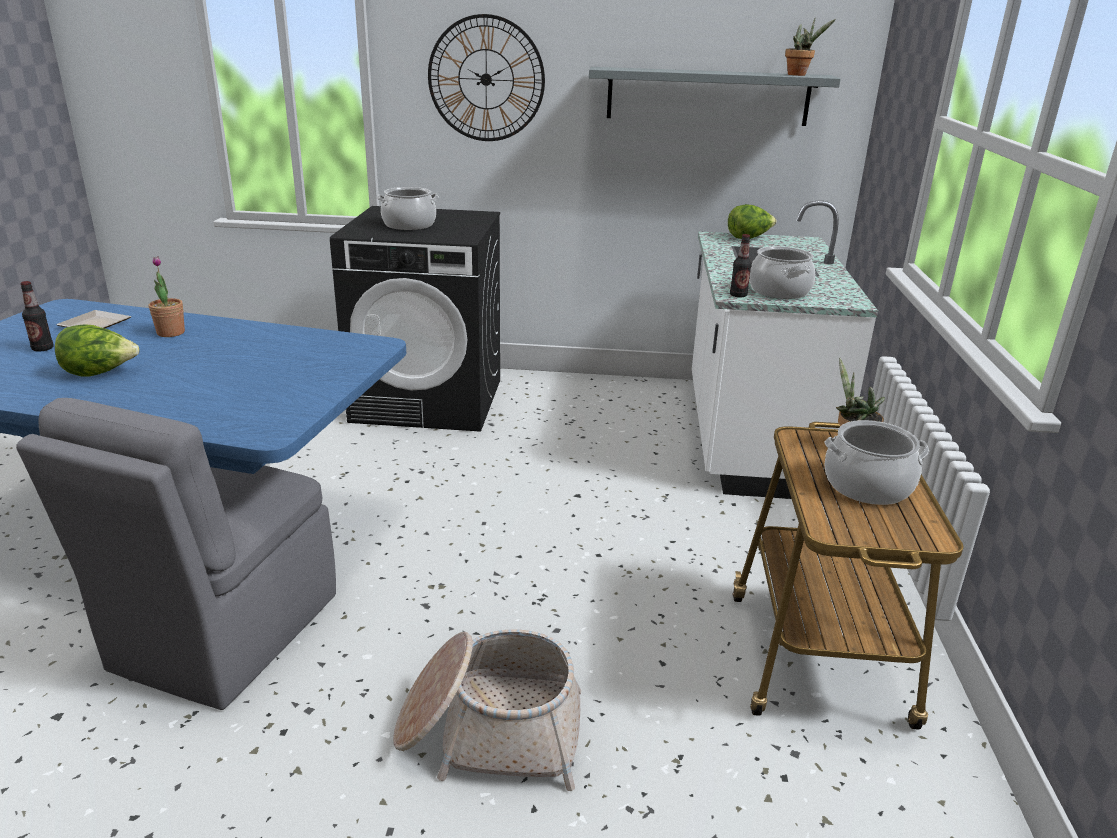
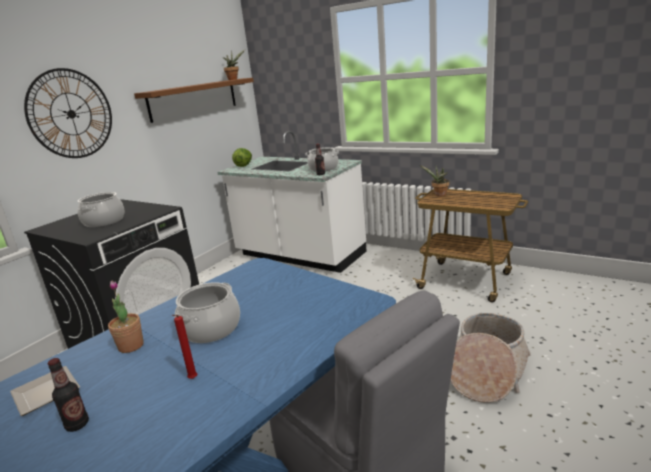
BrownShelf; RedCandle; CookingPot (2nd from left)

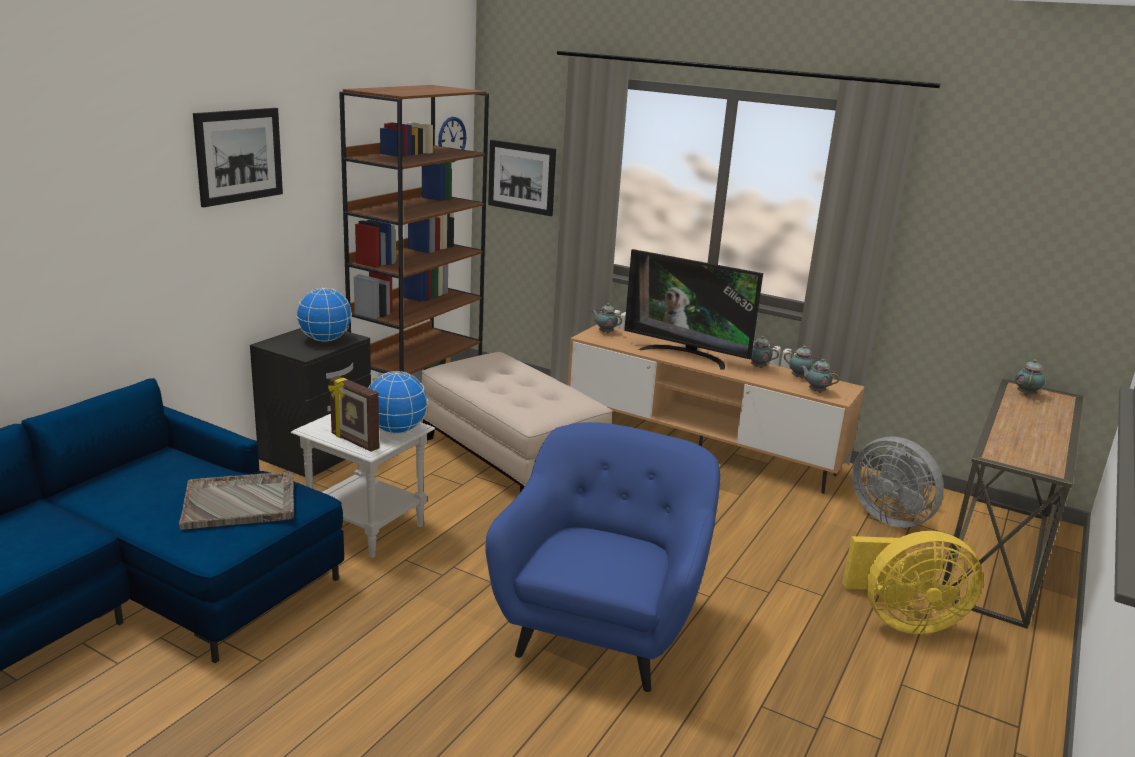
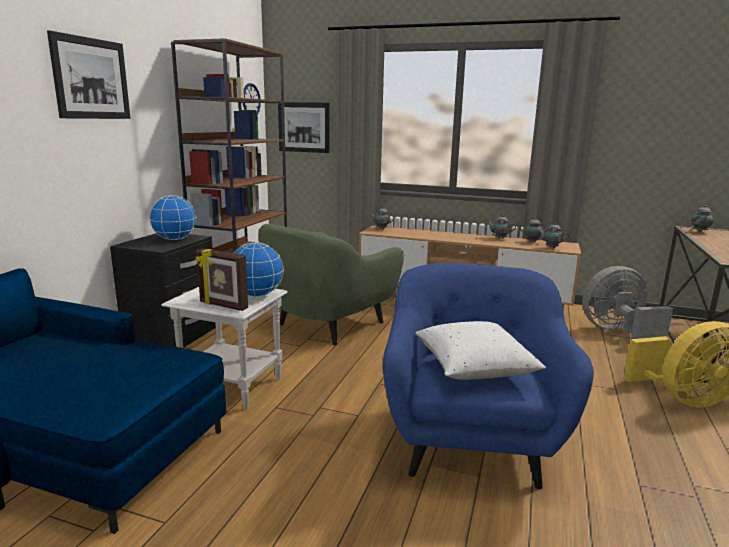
Television; GreenArmchair; GreyFan; GreyTray; WhitePillow

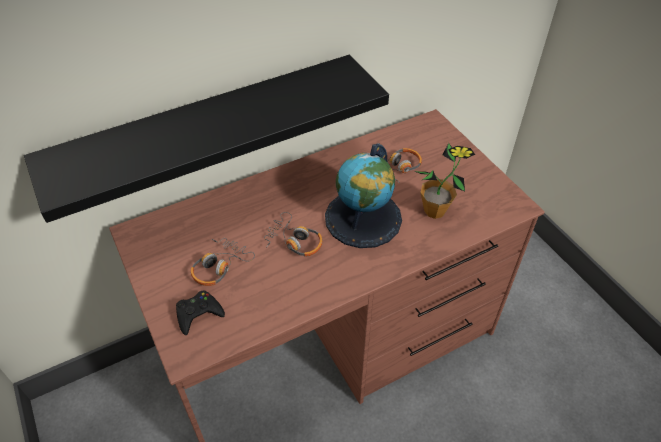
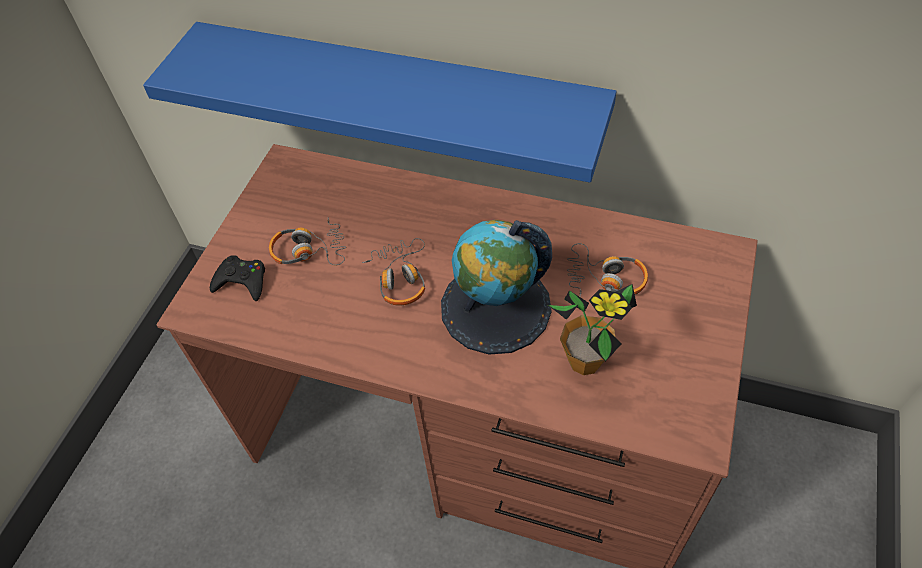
BlueShelf

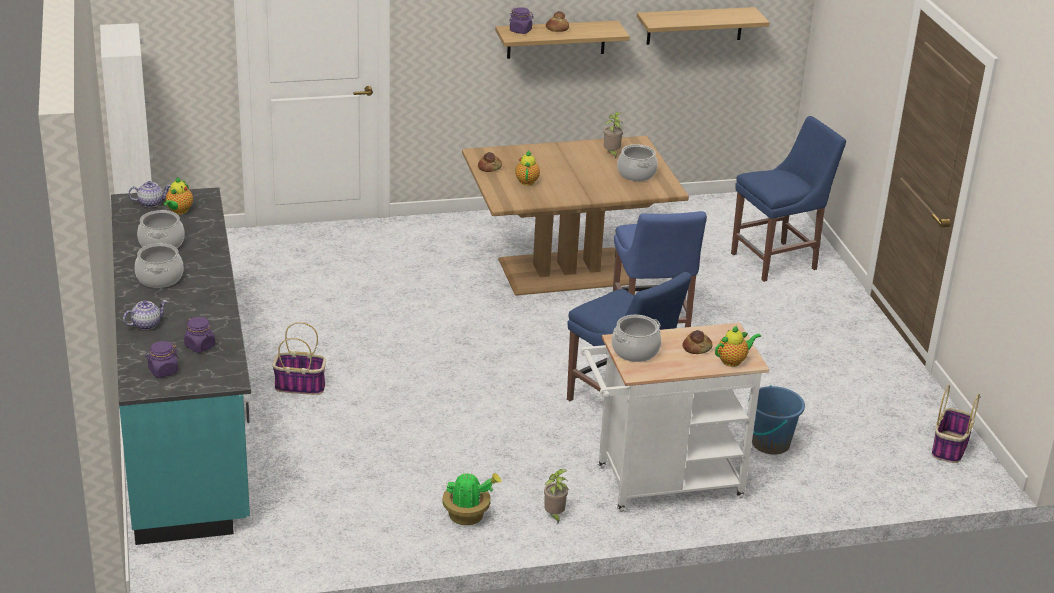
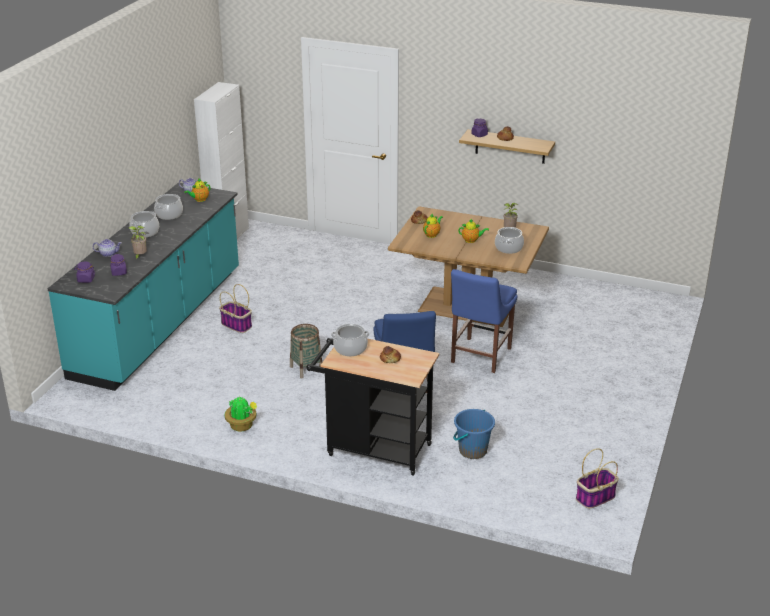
Shelf (2nd from left in the first image); BlueChair (3rd from left in the first image); BlackCart; Teapot (5th from left); PottedPlant (1st from left); Basket (2nd from left)

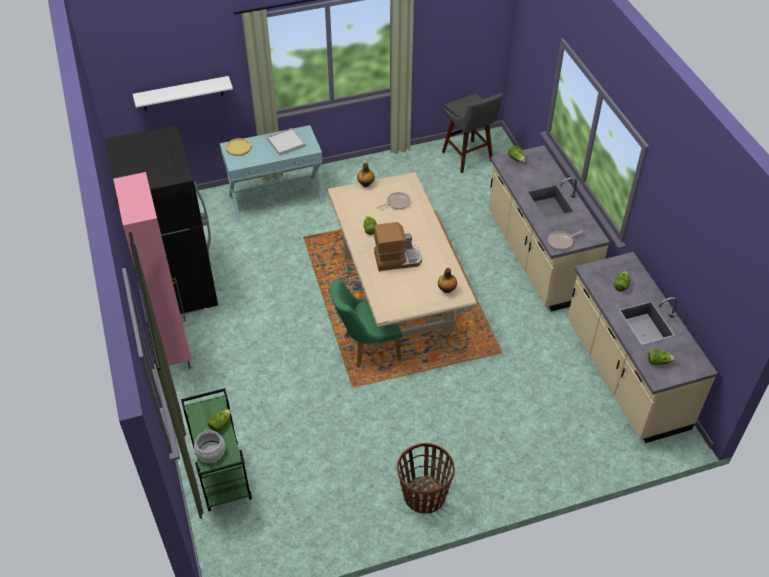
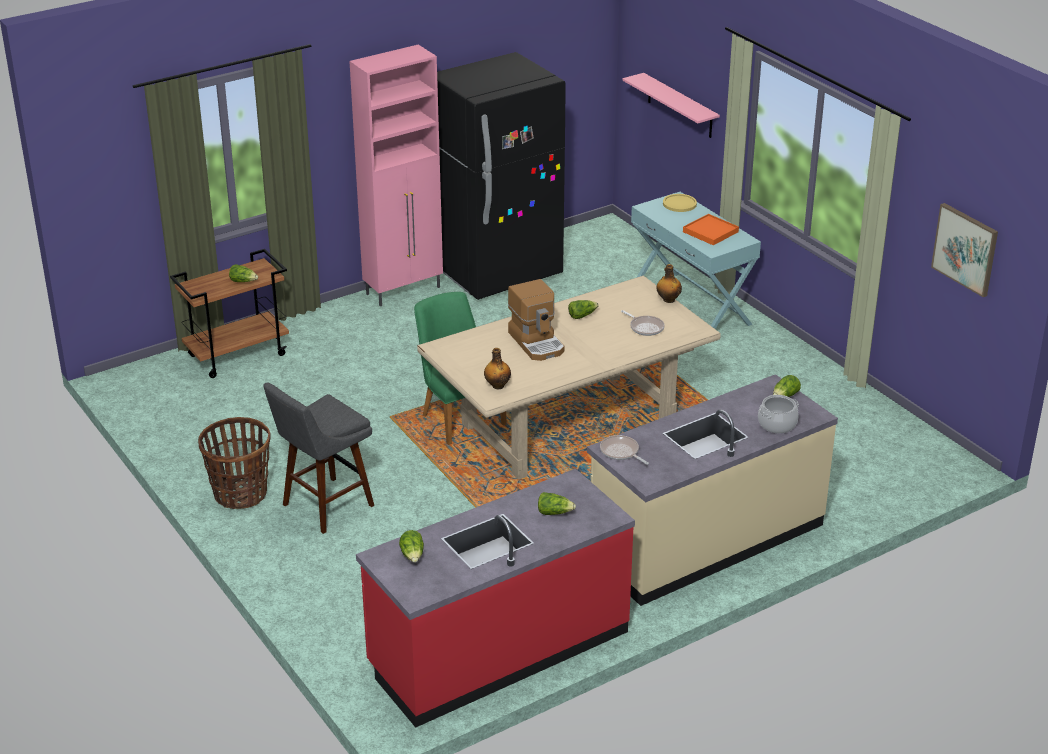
PinkShelf; GreyStool; OrangeTray; RedCounter; BrownCart; CookingPot; Picture

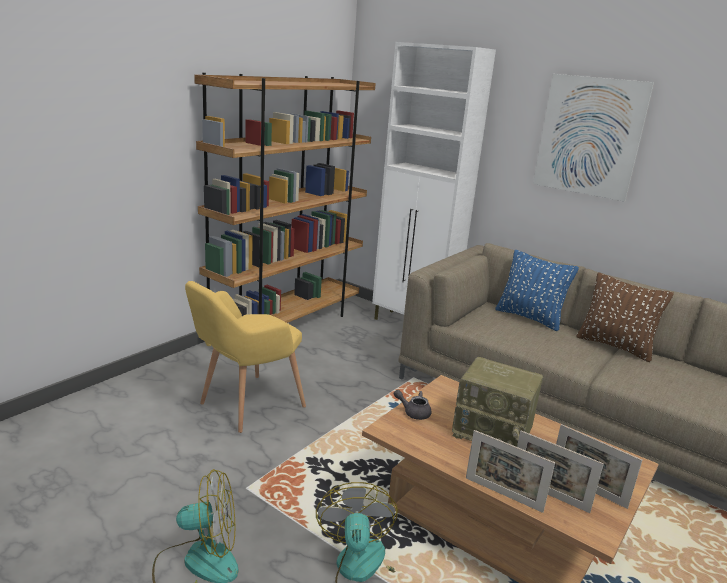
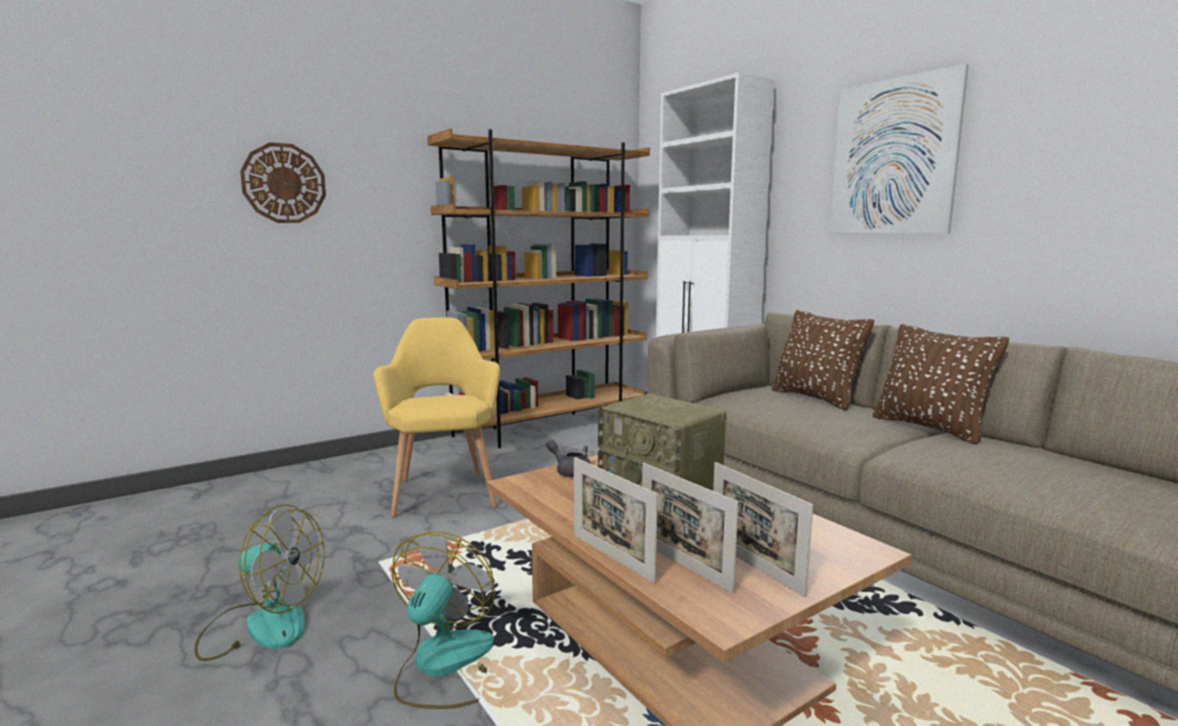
BrownPillow (1st from left); YellowArmchair; WallClock

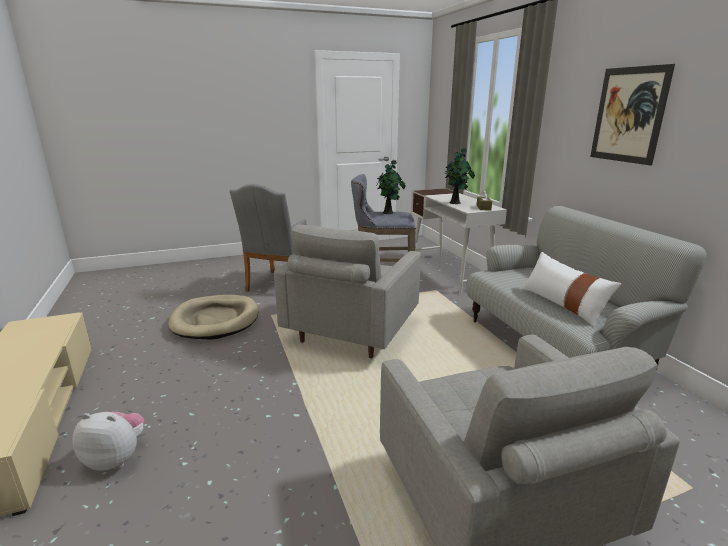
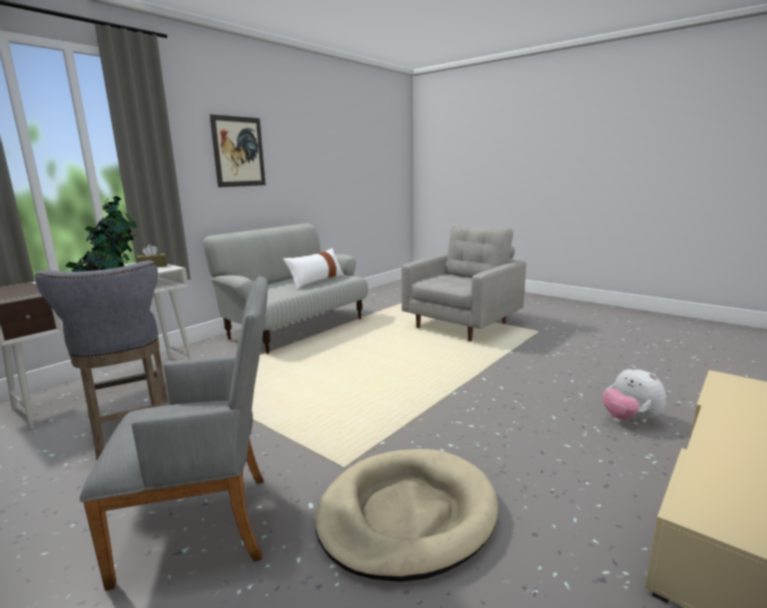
GreyArmchair (2nd from left in the first image)

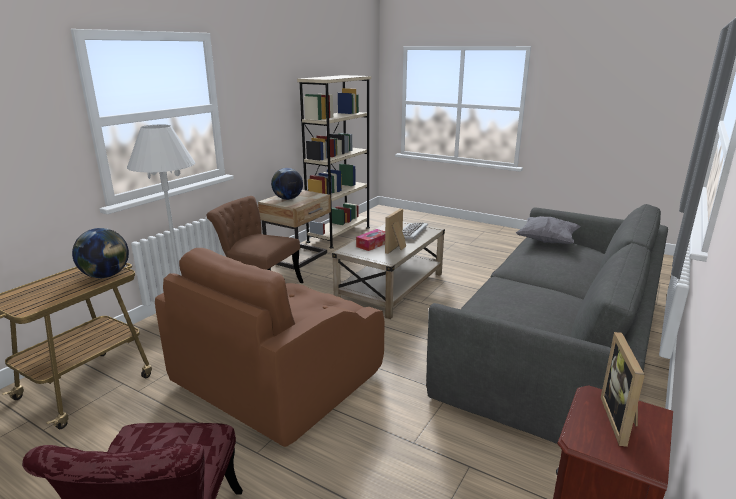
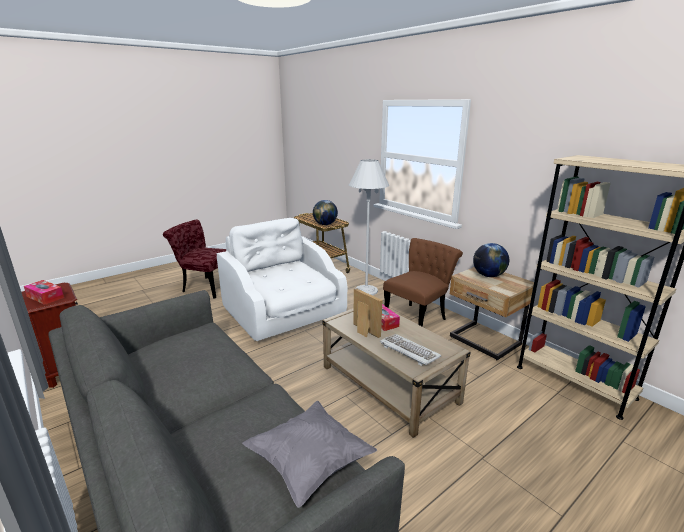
WhiteArmchair; TissueBox (1st from left)

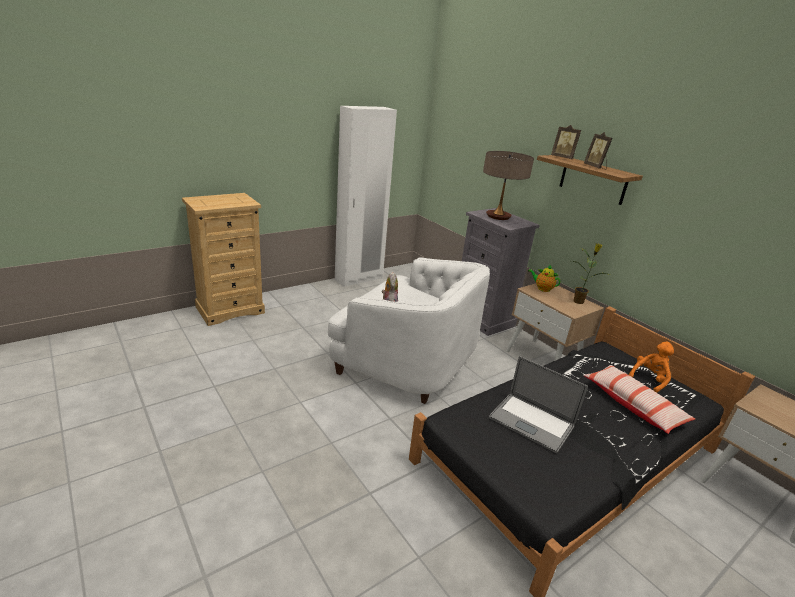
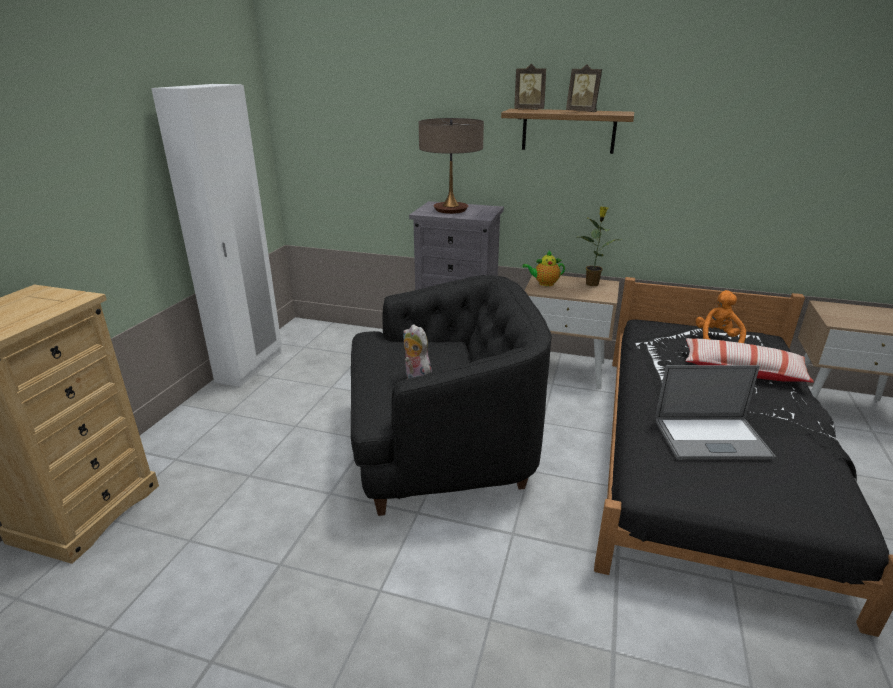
BlackArmchair

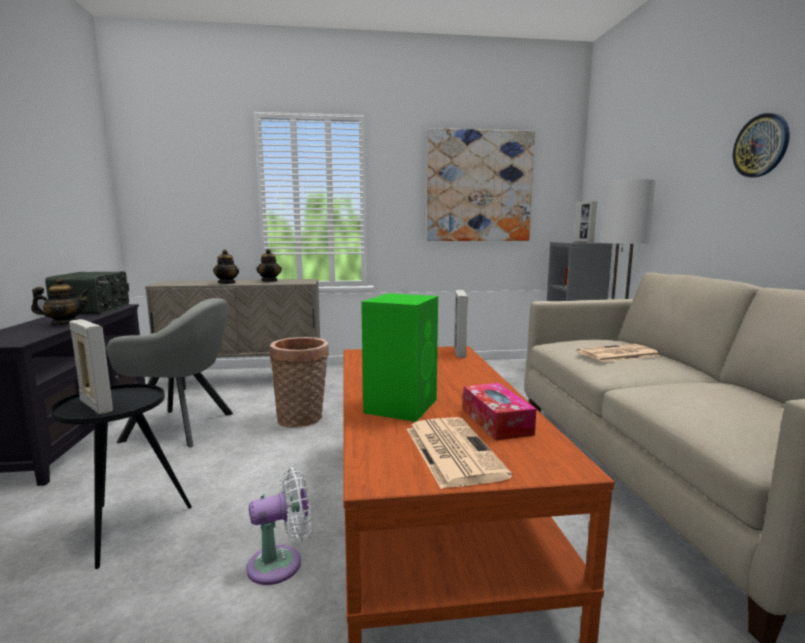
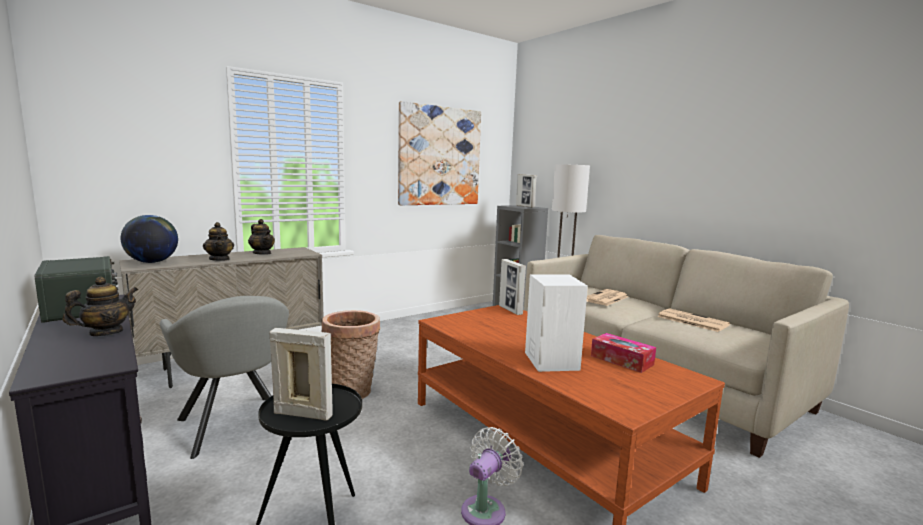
WallClock; WhiteSpeaker; GreyArmchair; Newspaper (2nd from left); Globe

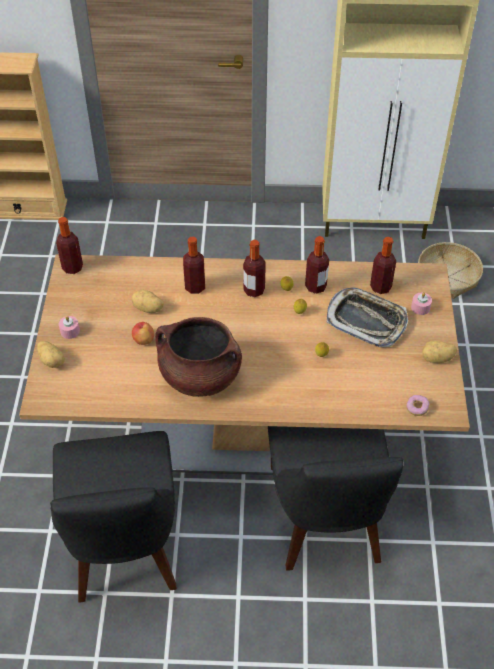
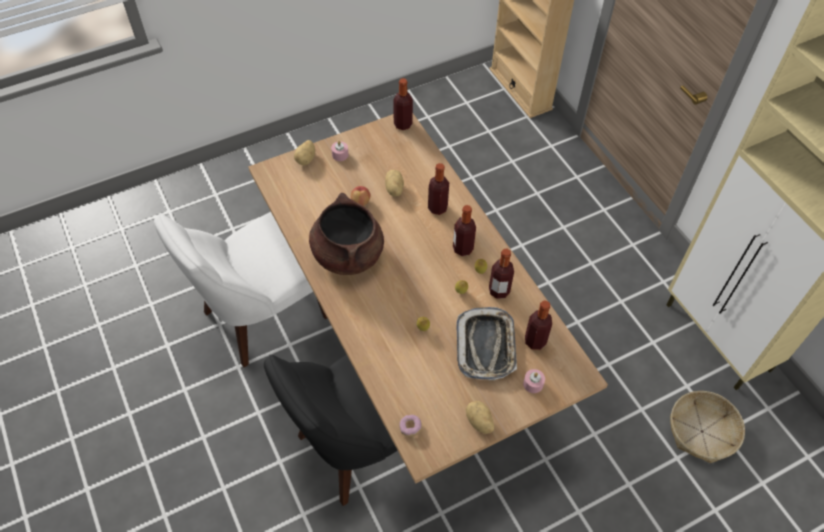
WhiteChair

